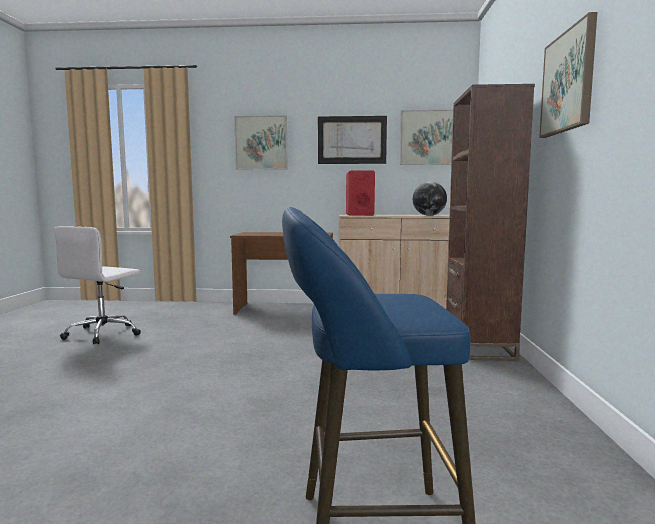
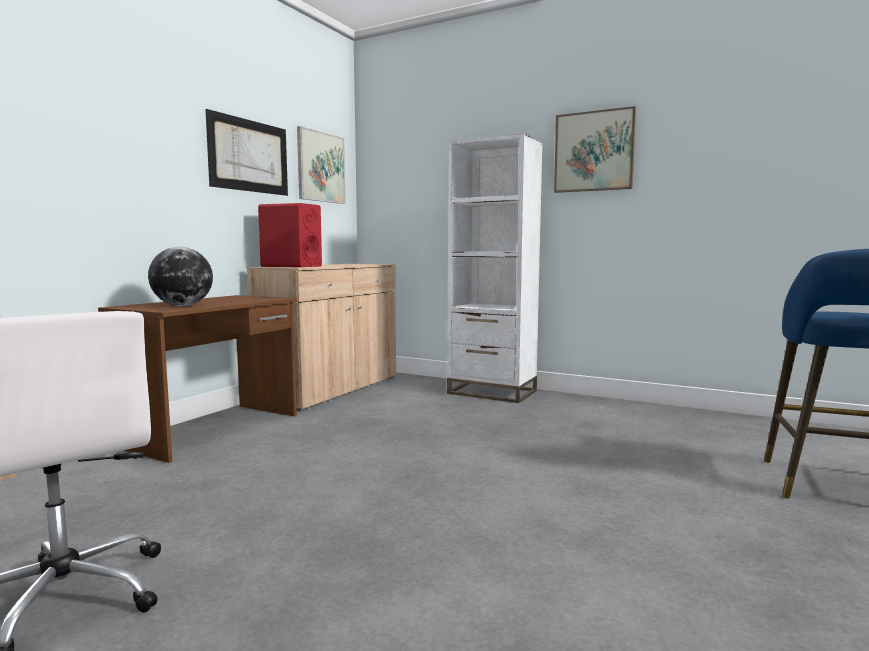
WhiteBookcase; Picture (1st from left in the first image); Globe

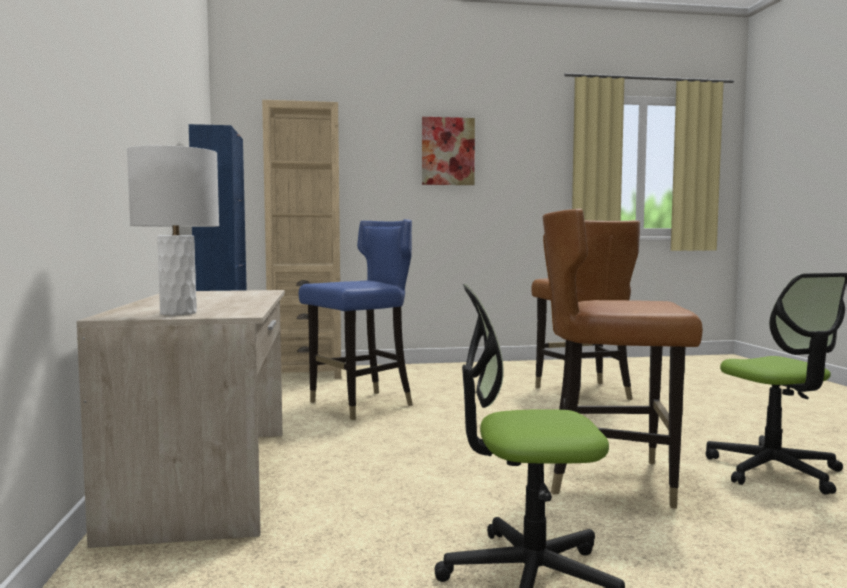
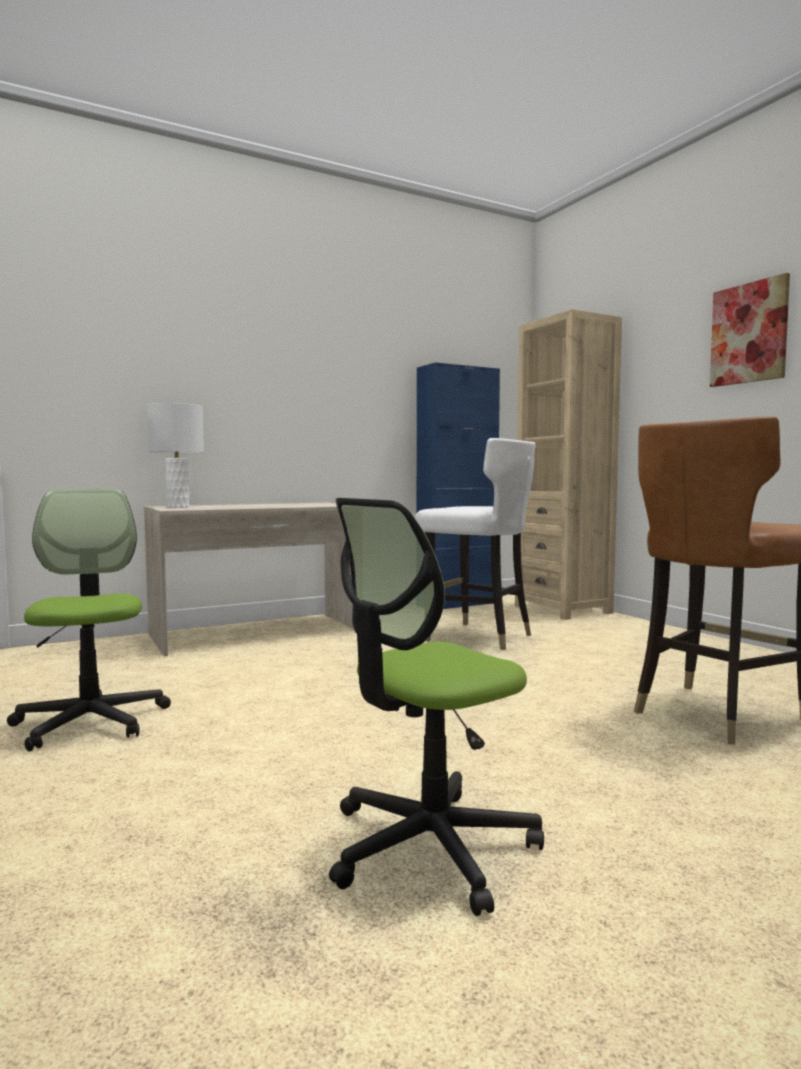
BrownChair (2nd from left in the first image); WhiteChair

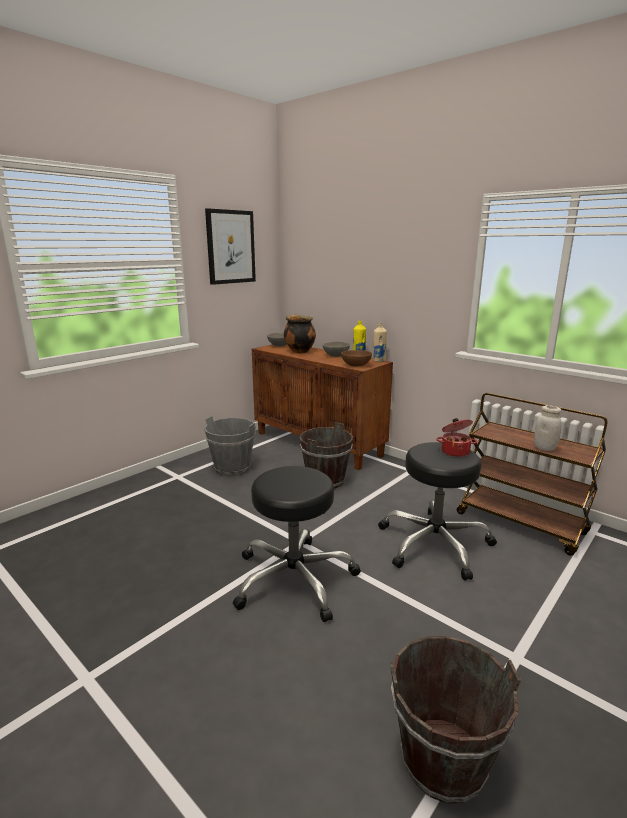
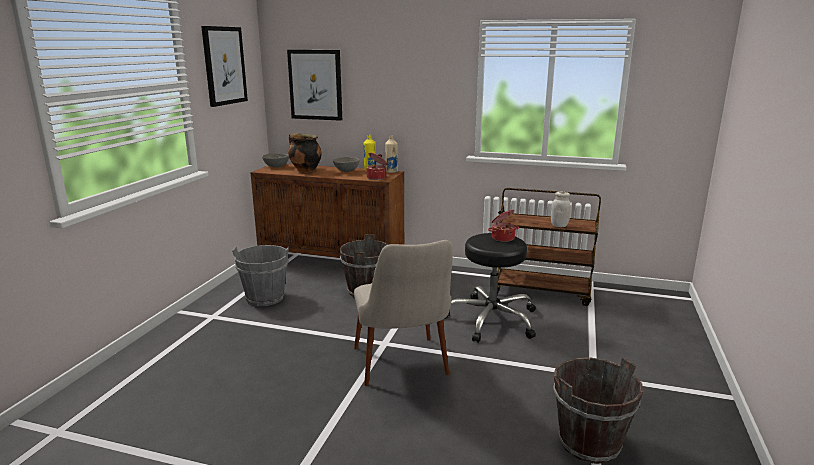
CookingPot (2nd from left); BeigeChair; Picture (2nd from left)

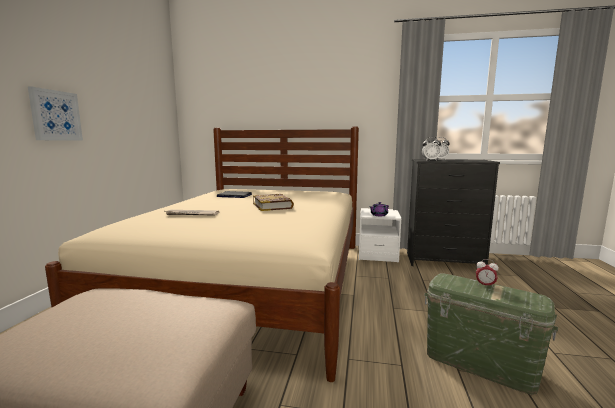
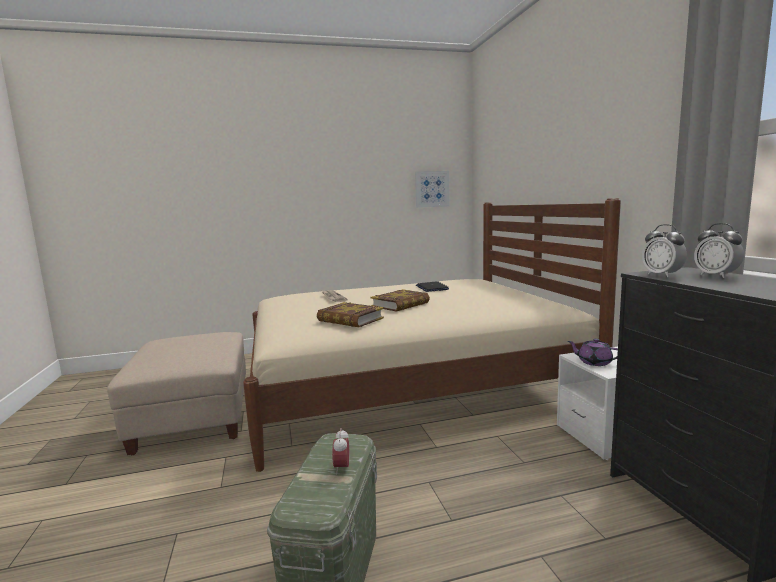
Picture; Book (1st from left)

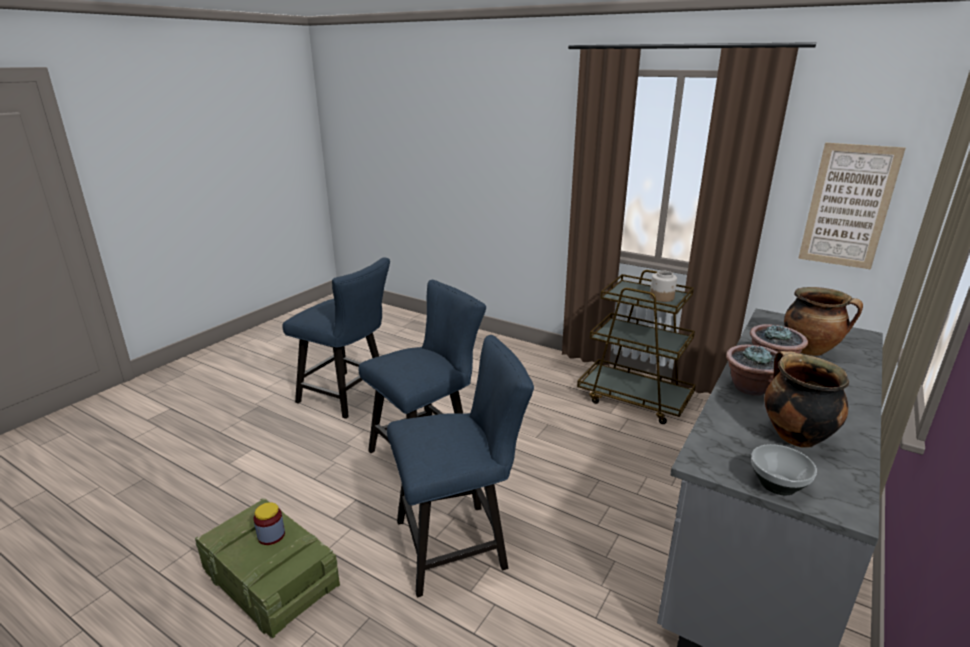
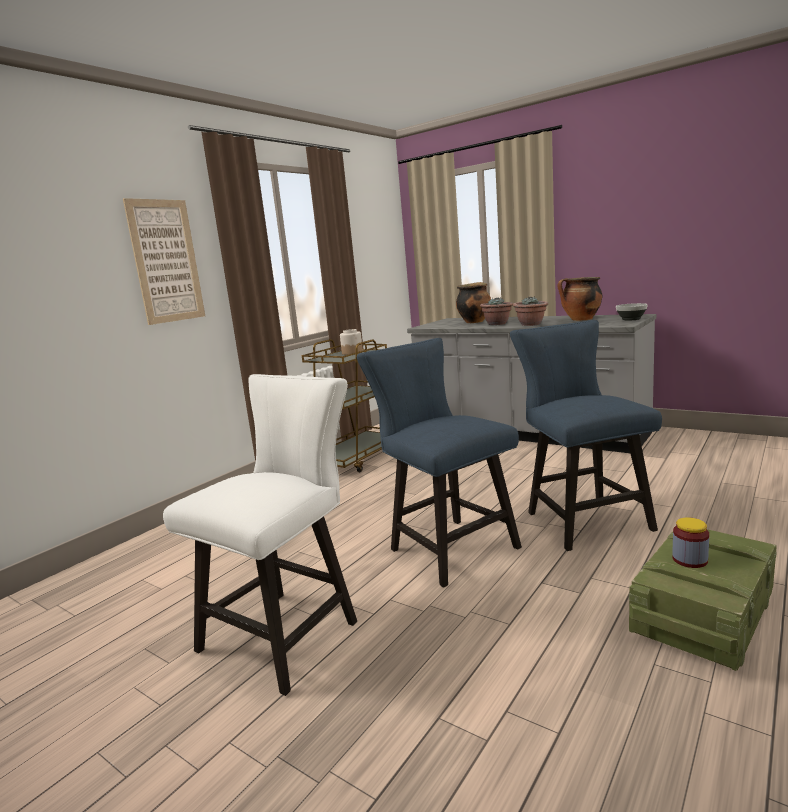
Picture; WhiteChair

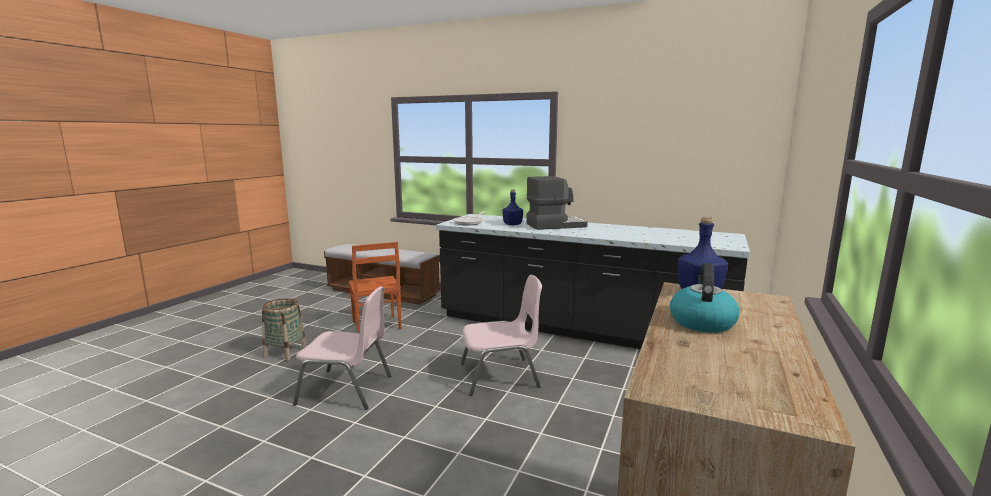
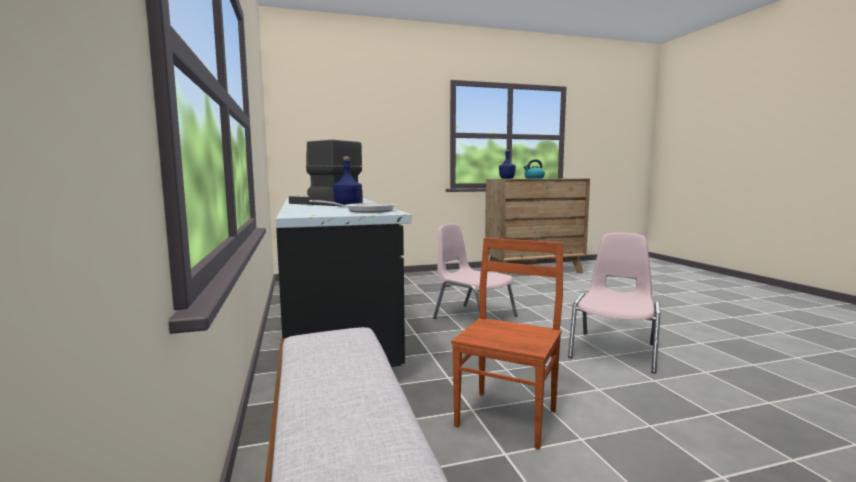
PinkChair (2nd from left); Basket

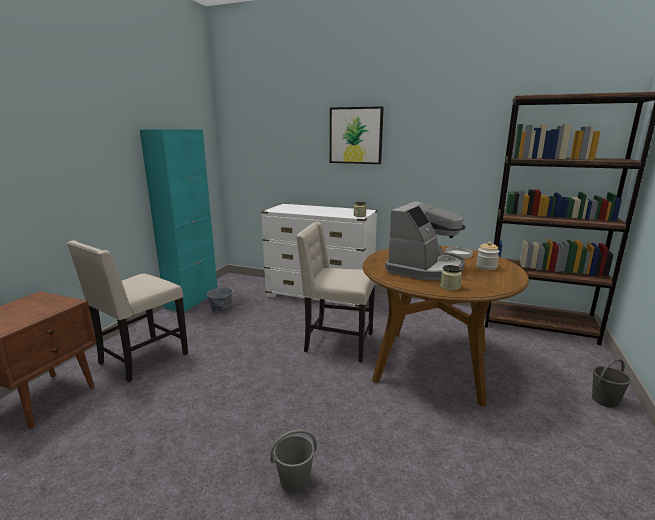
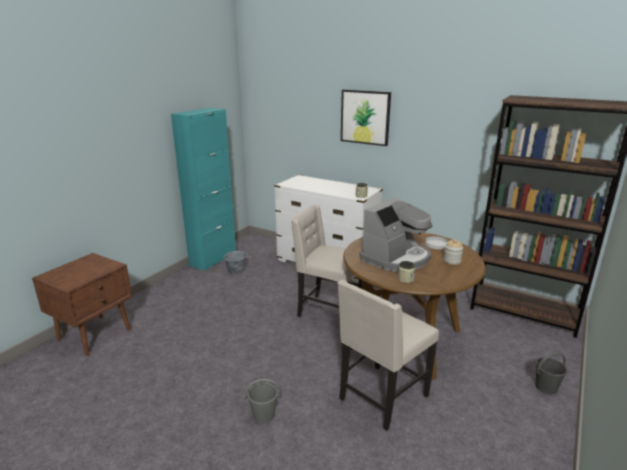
BeigeChair (2nd from left)

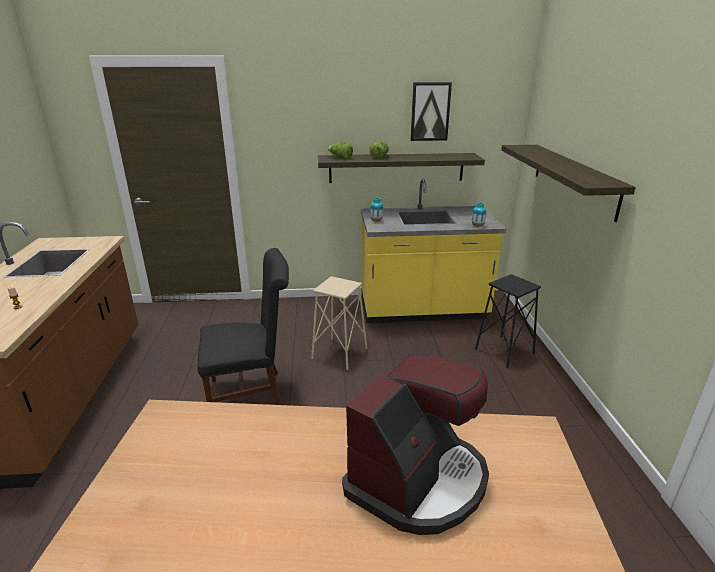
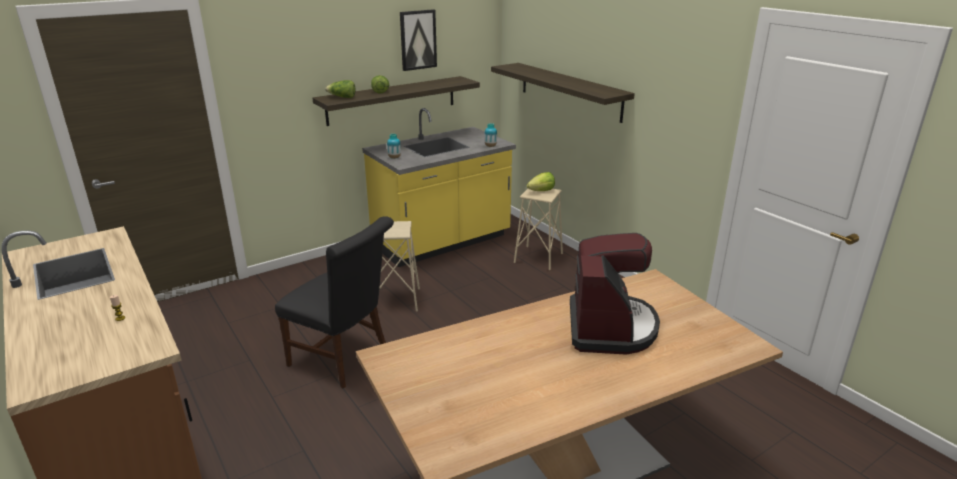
BlackChair; BeigeStool (2nd from left); Lettuce (3rd from left)

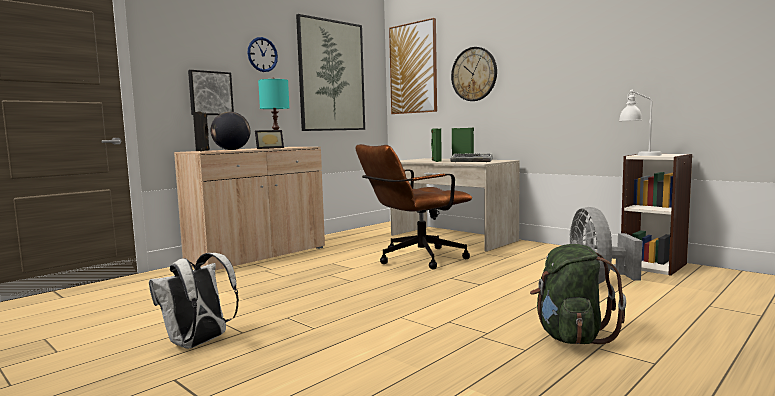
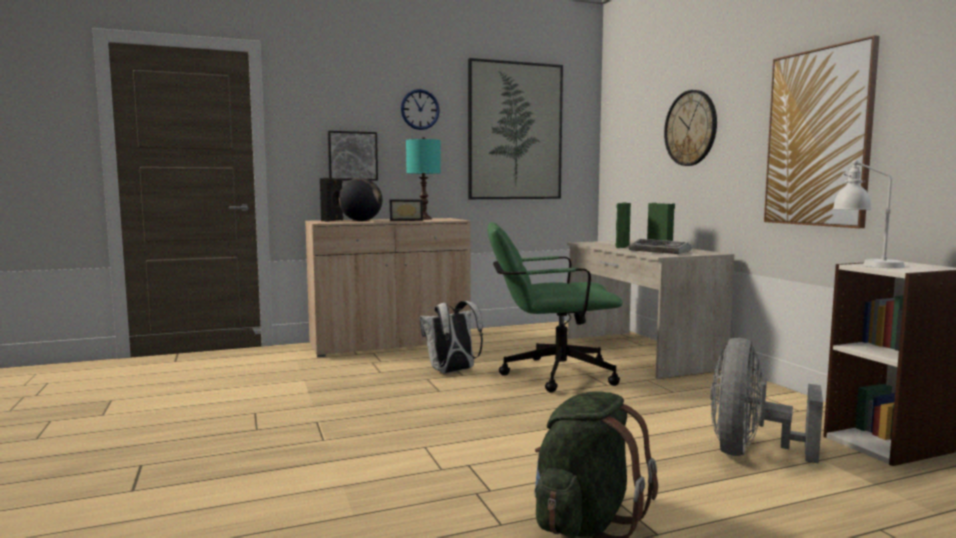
Picture (3rd from left); GreenOfficeChair; WhiteBackpack

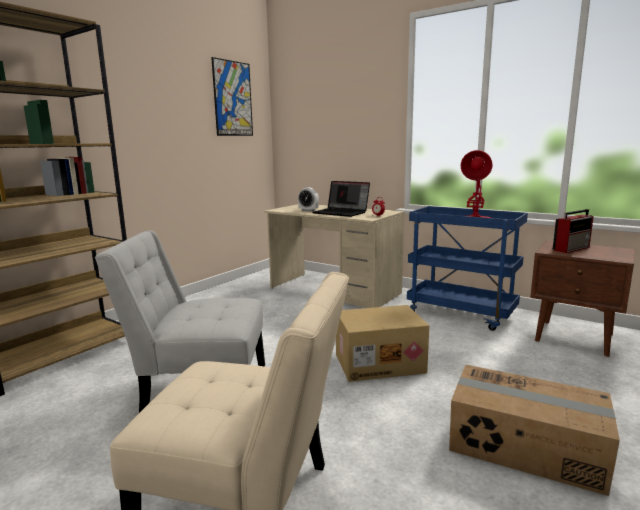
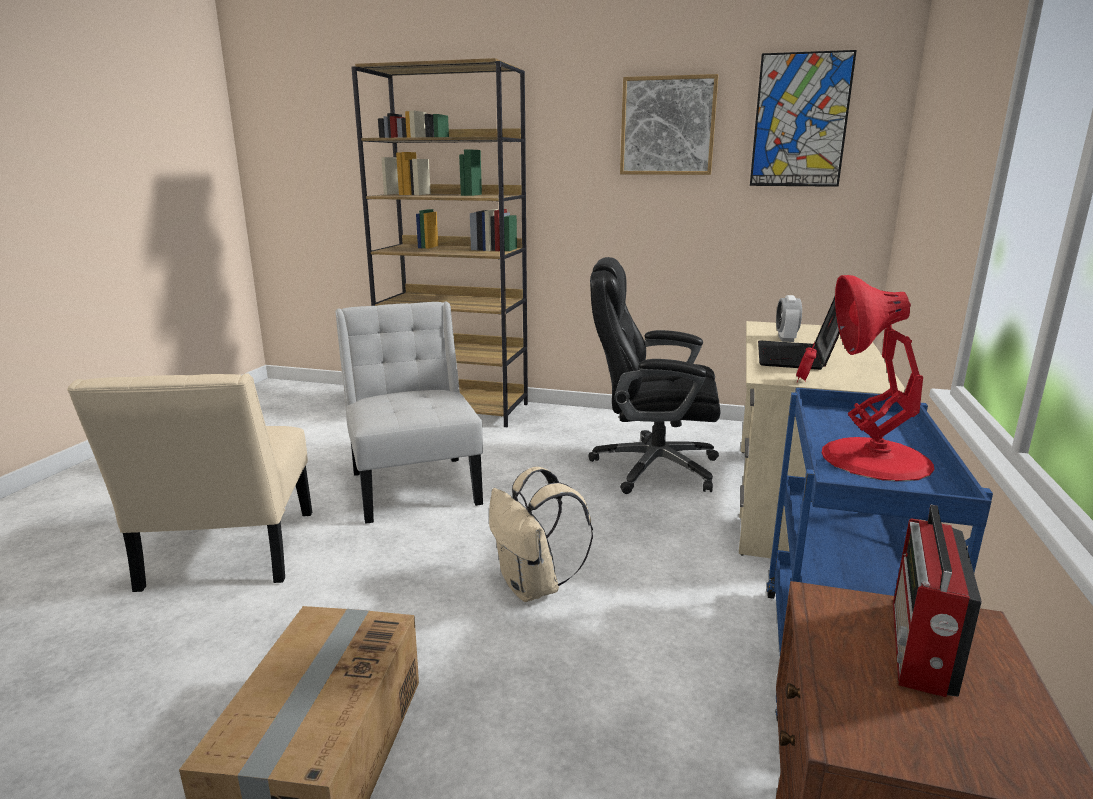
Radio; BeigeBackpack; Picture (1st from left); BlackOfficeChair

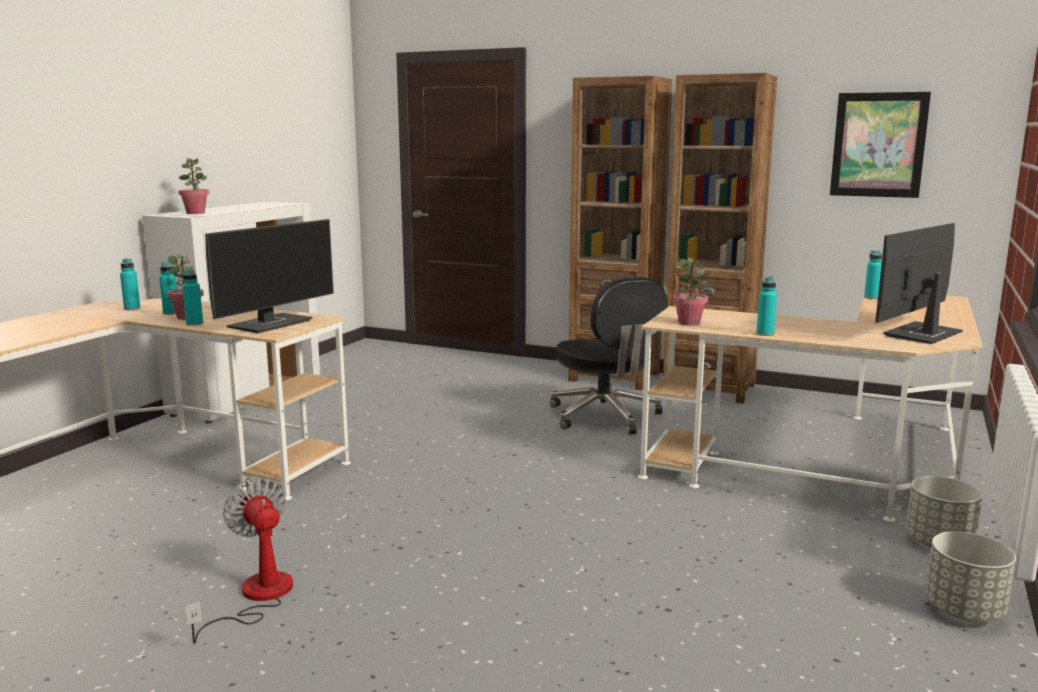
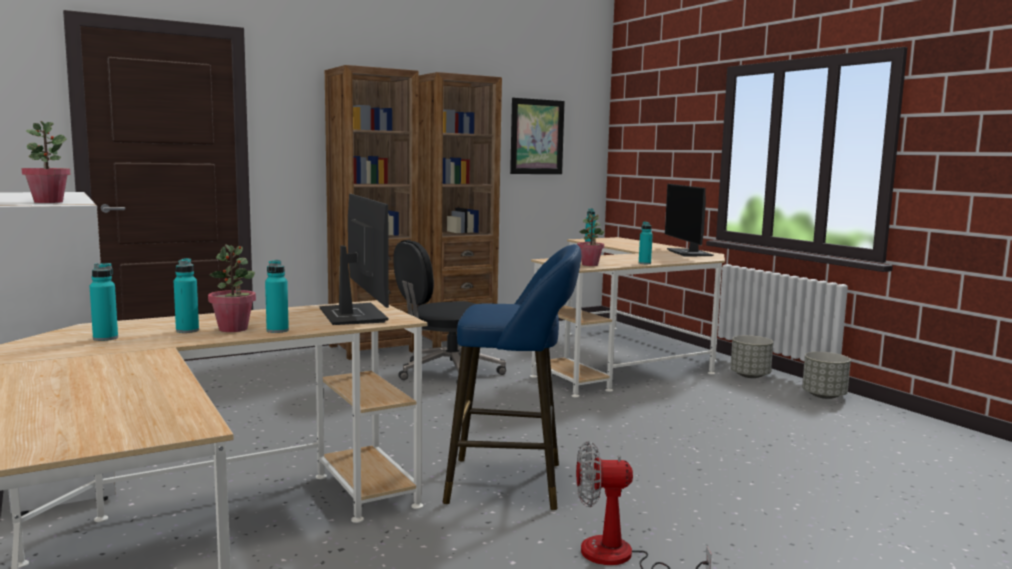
BlackOfficeChair; BlueStool

